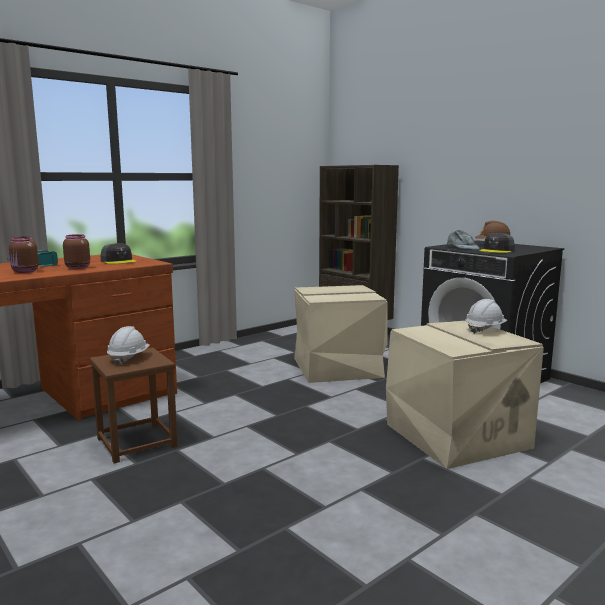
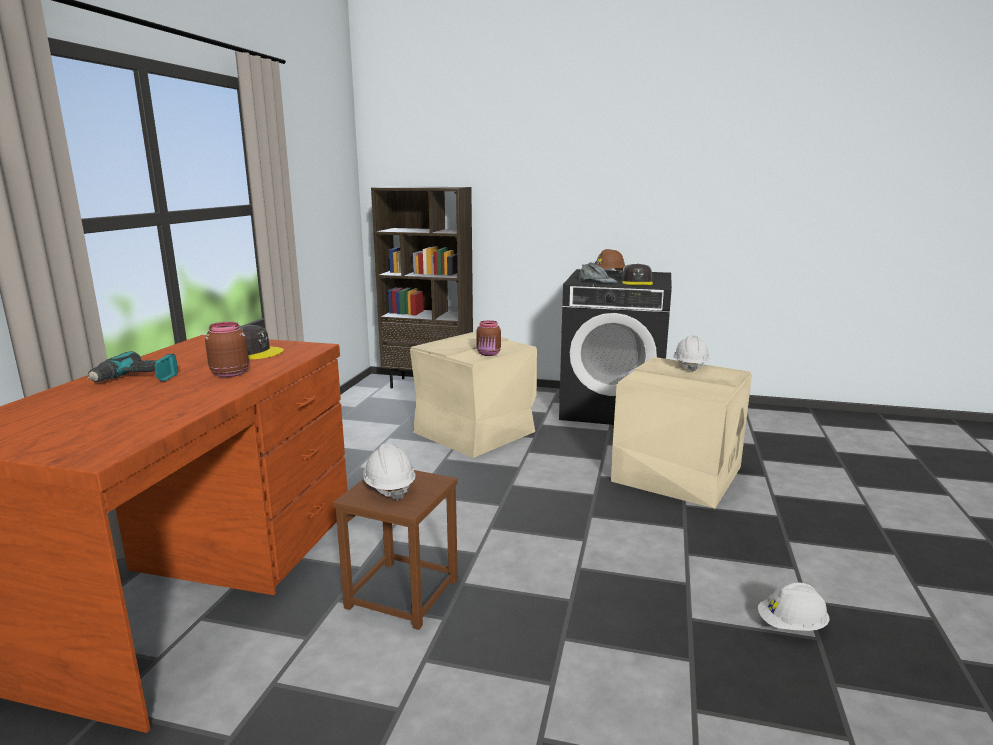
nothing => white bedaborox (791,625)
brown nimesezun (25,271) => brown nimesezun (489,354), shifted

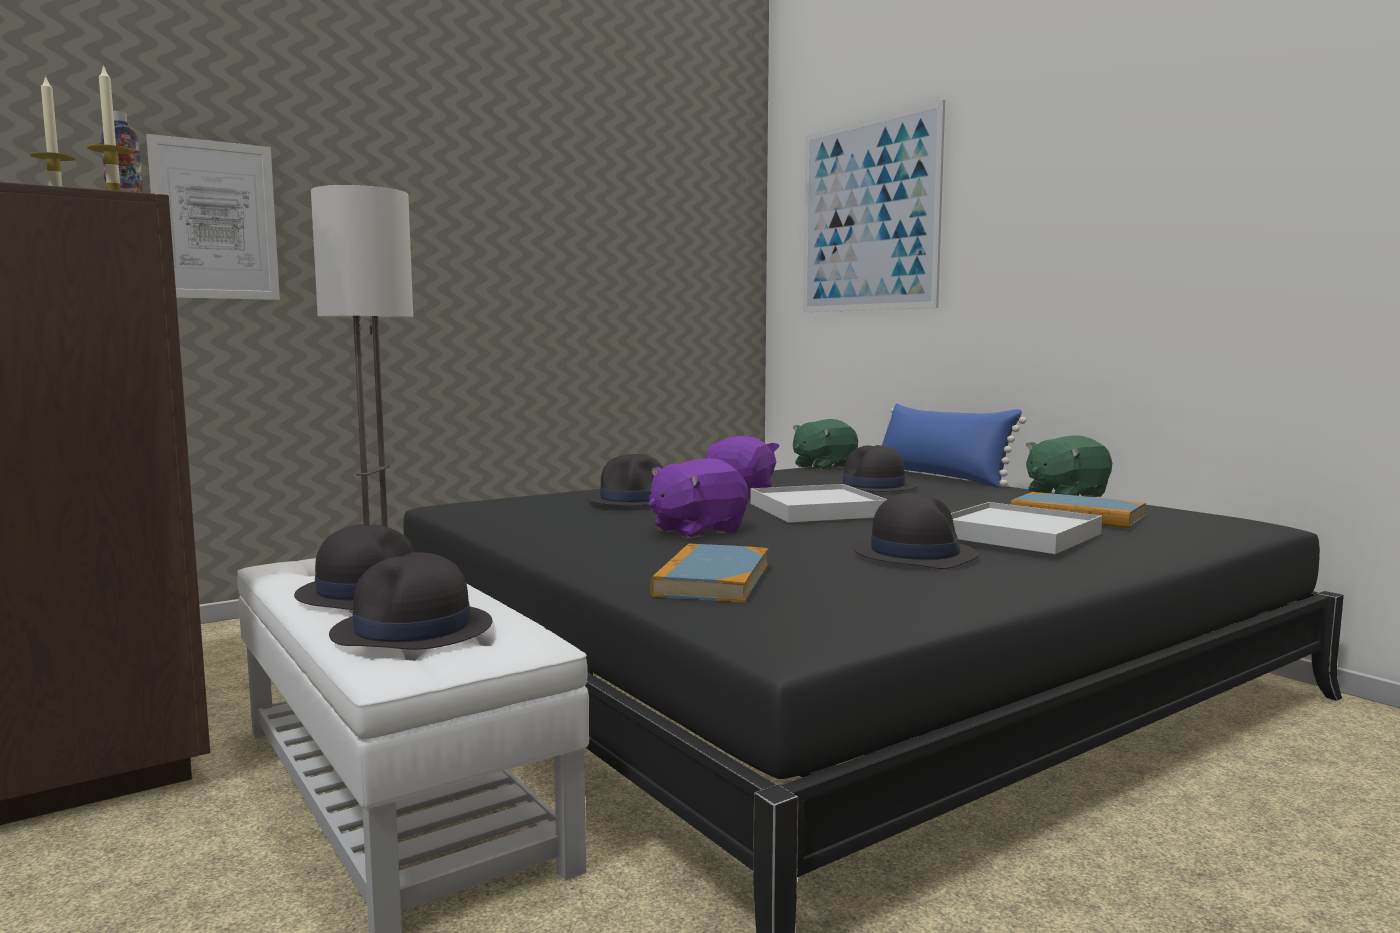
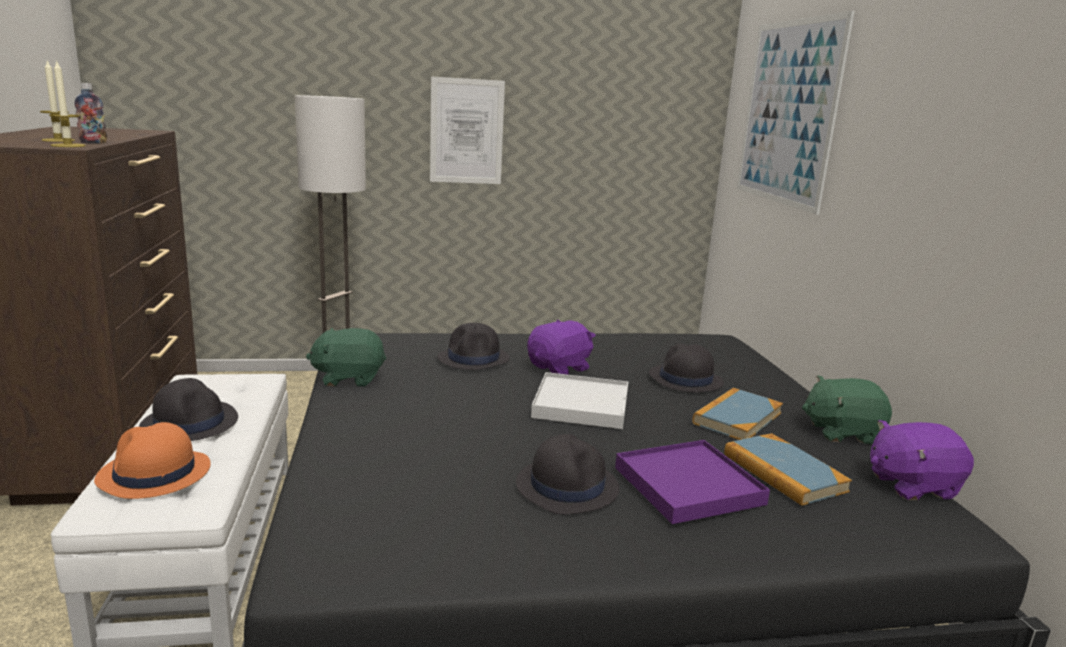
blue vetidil (941,477) => nothing
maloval (215,220) => maloval (466,131), shifted
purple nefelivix (696,530) => purple nefelivix (911,485), shifted
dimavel (712,580) => dimavel (737,418), shifted
green nefelivix (823,467) => green nefelivix (349,378), shifted
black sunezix (413,631) => orange sunezix (154,474)
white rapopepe (1018,535) => purple rapopepe (688,486)

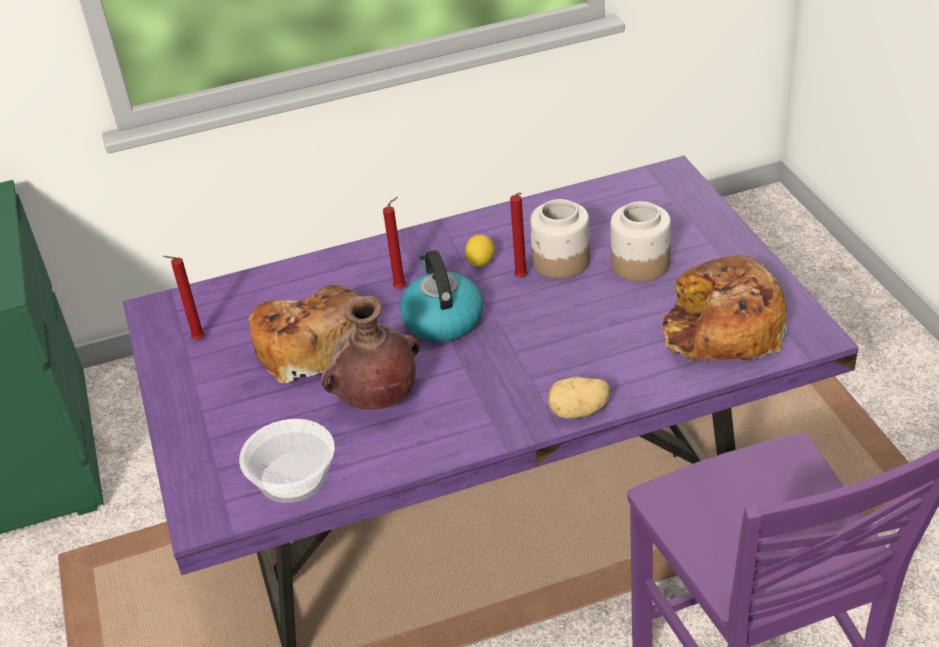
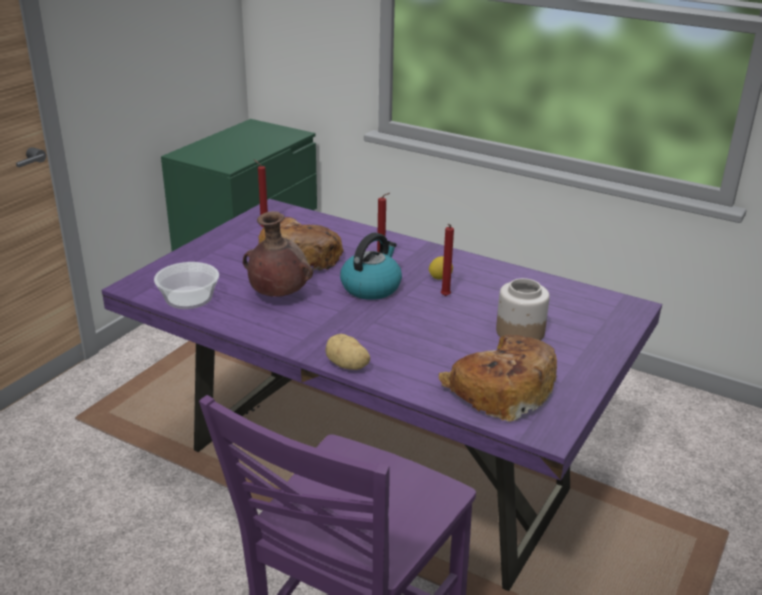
nimesezun (561,262) => nothing

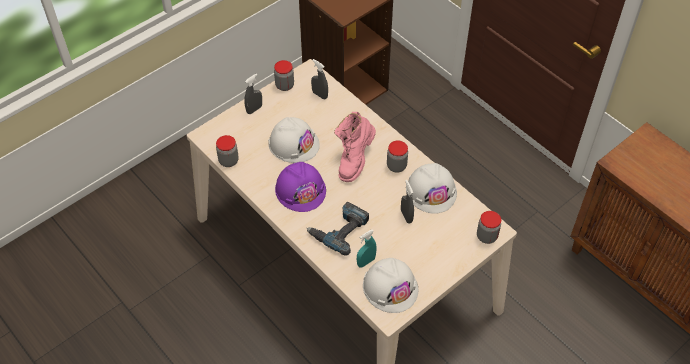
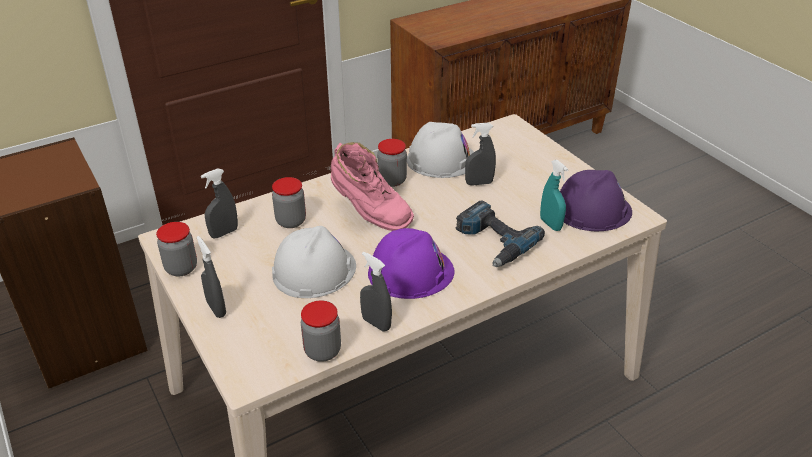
nothing => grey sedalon (376,323)
nimesezun (486,236) => nimesezun (291,221), shifted
white bedaborox (390,287) => purple bedaborox (592,209)

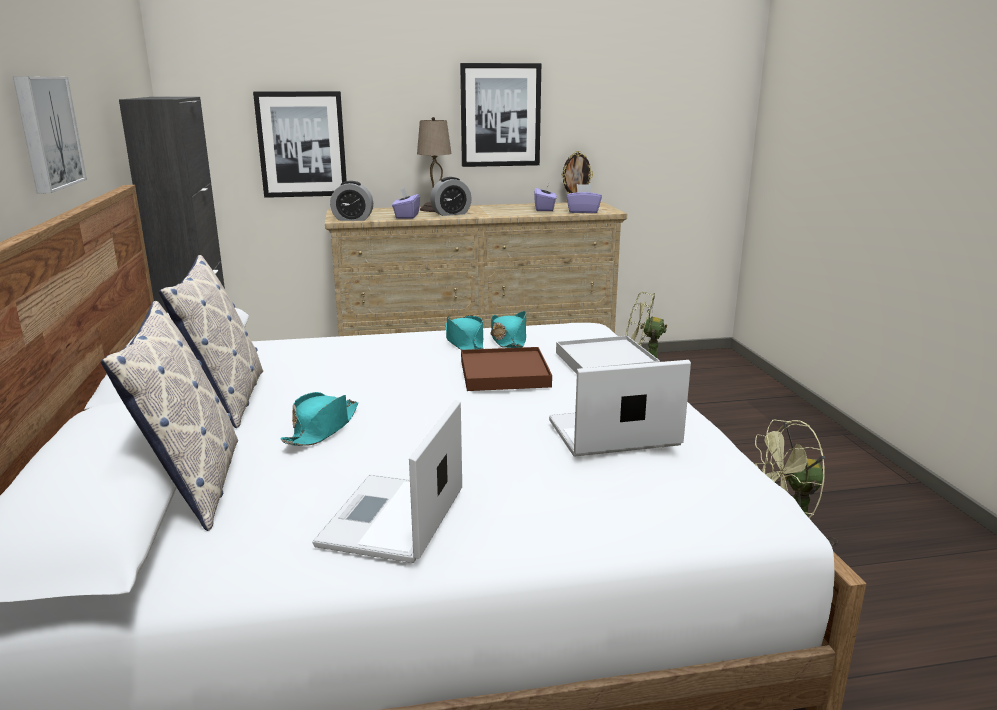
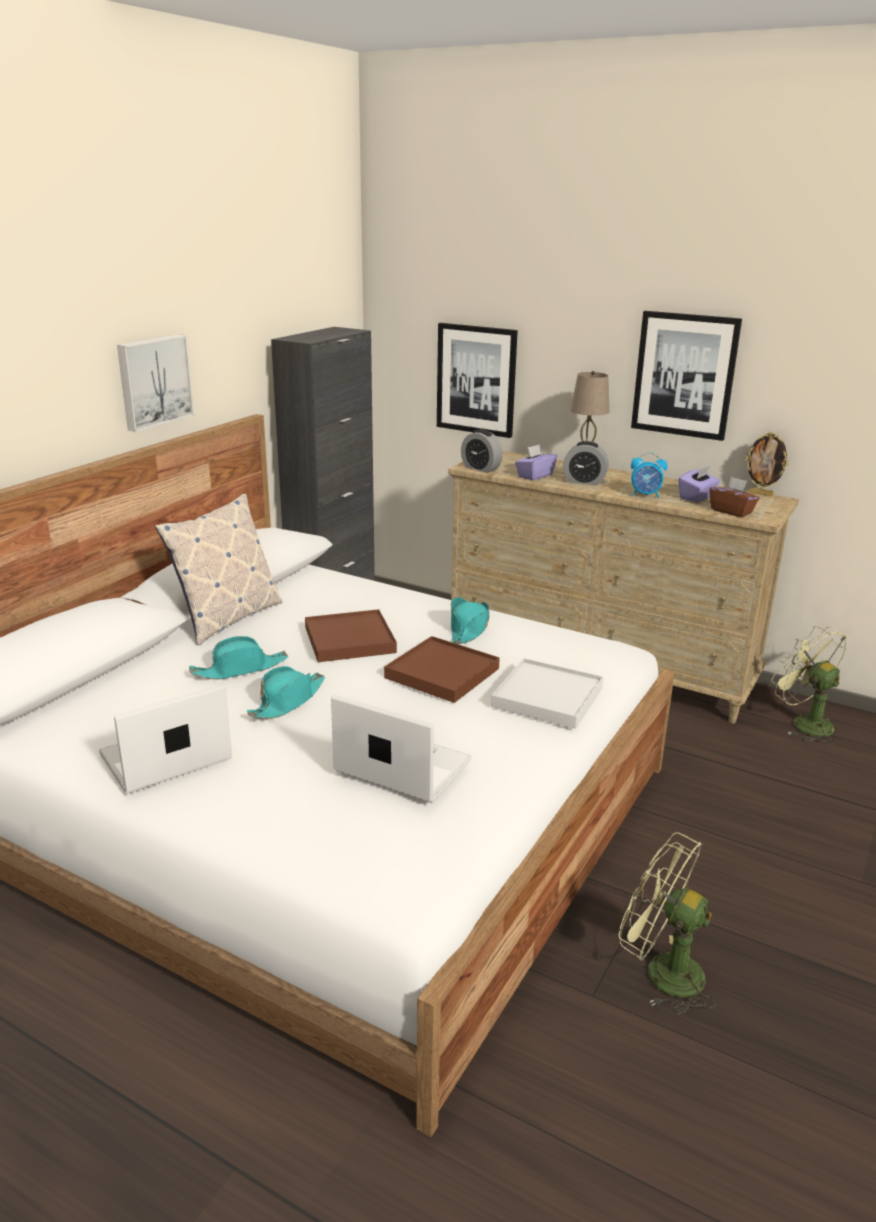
vetidil (193,485) => nothing
nothing => brown rapopepe (349,640)
nothing => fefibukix (645,495)
turquoise sunezix (508,340) => turquoise sunezix (288,701), shifted
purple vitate (583,211) => brown vitate (731,511)

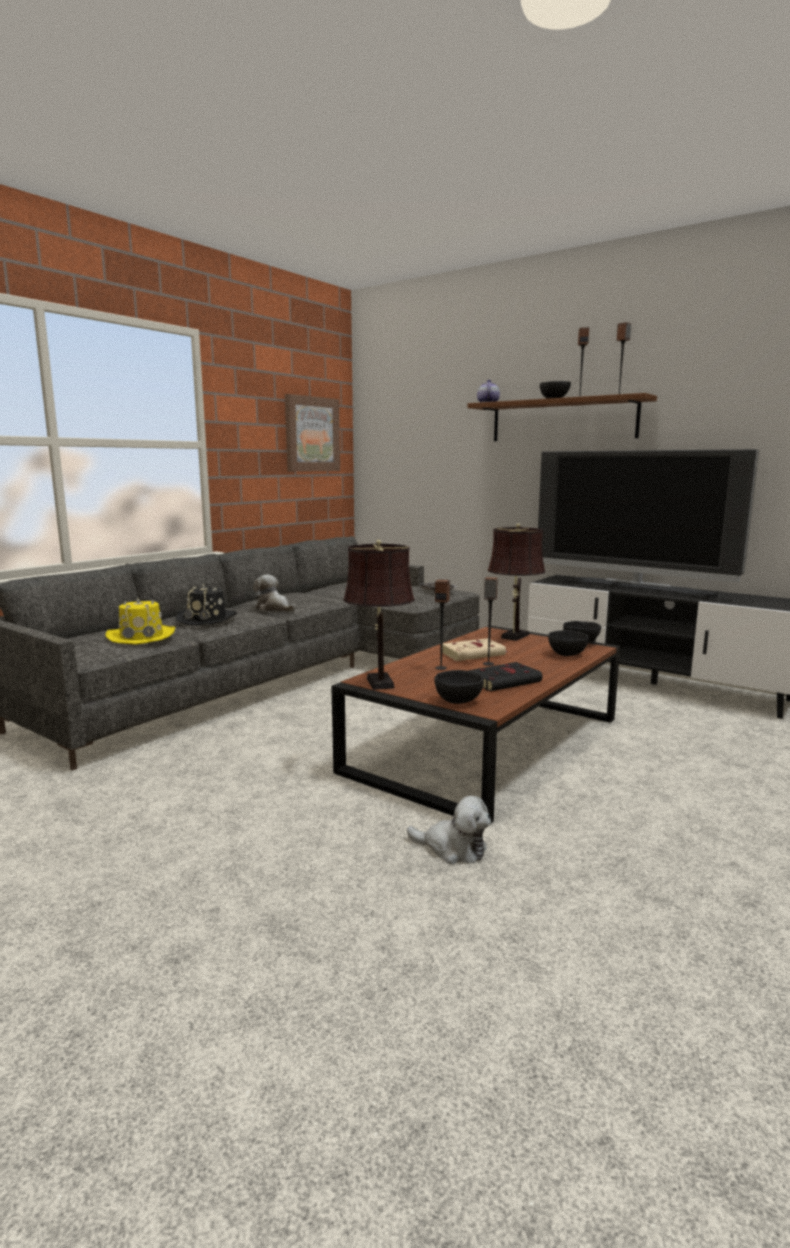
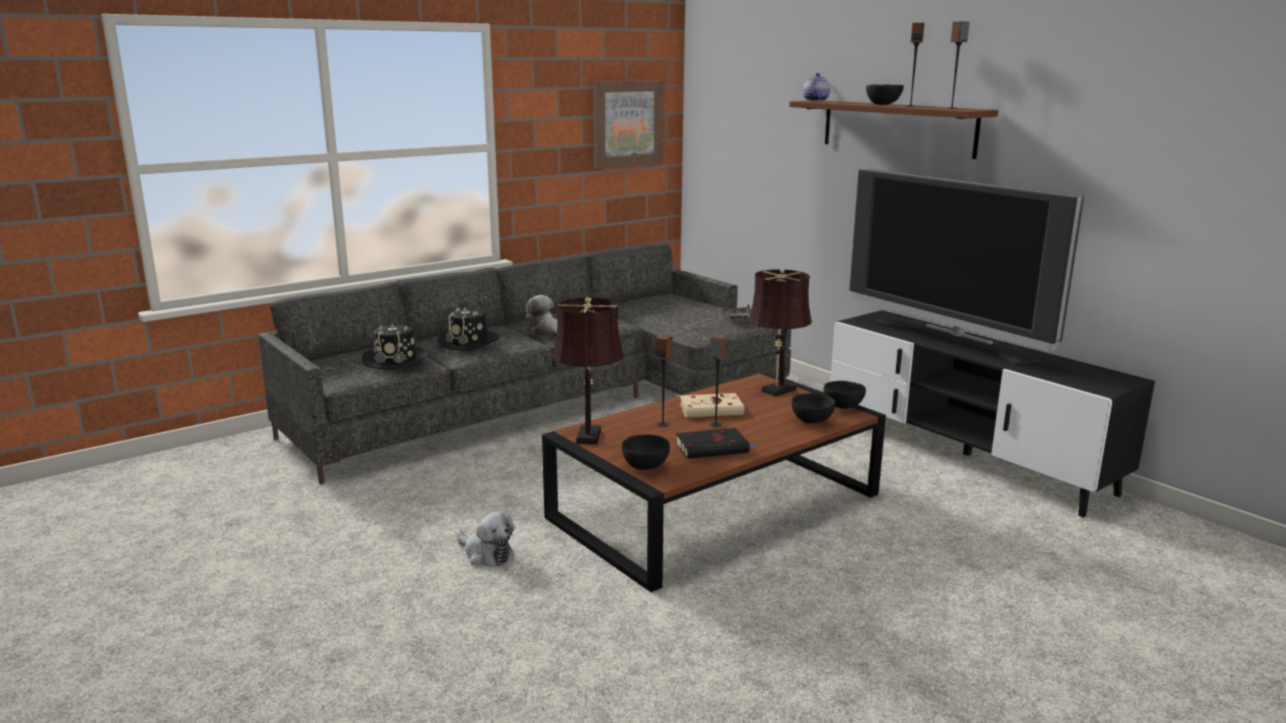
nefelivix (453,848) => nefelivix (486,554), shifted
yellow sunezix (142,636) => black sunezix (396,360)

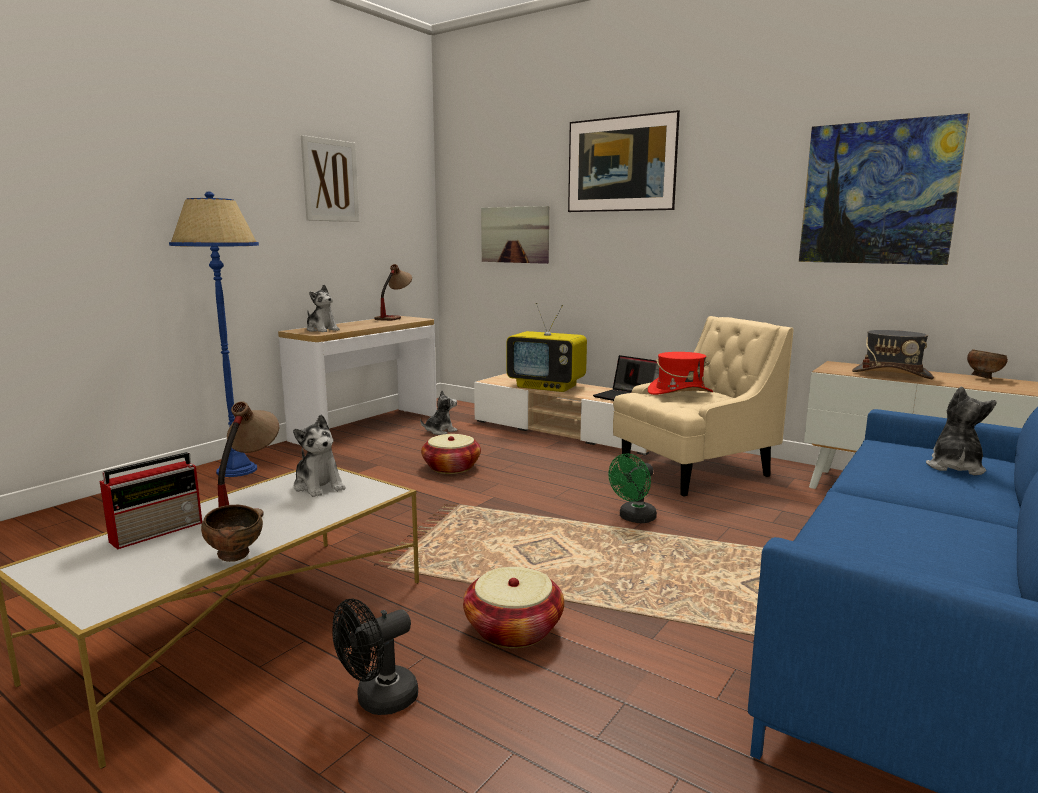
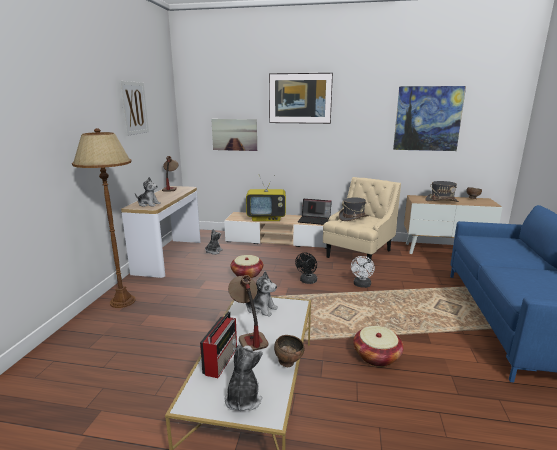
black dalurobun (378,701) => black dalurobun (307,281), shifted
nefelivix (954,467) => nefelivix (243,398), shifted
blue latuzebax (237,470) => brown latuzebax (123,301)
green dalurobun (634,518) => white dalurobun (361,285)
red sunezix (679,392) => grey sunezix (353,218)

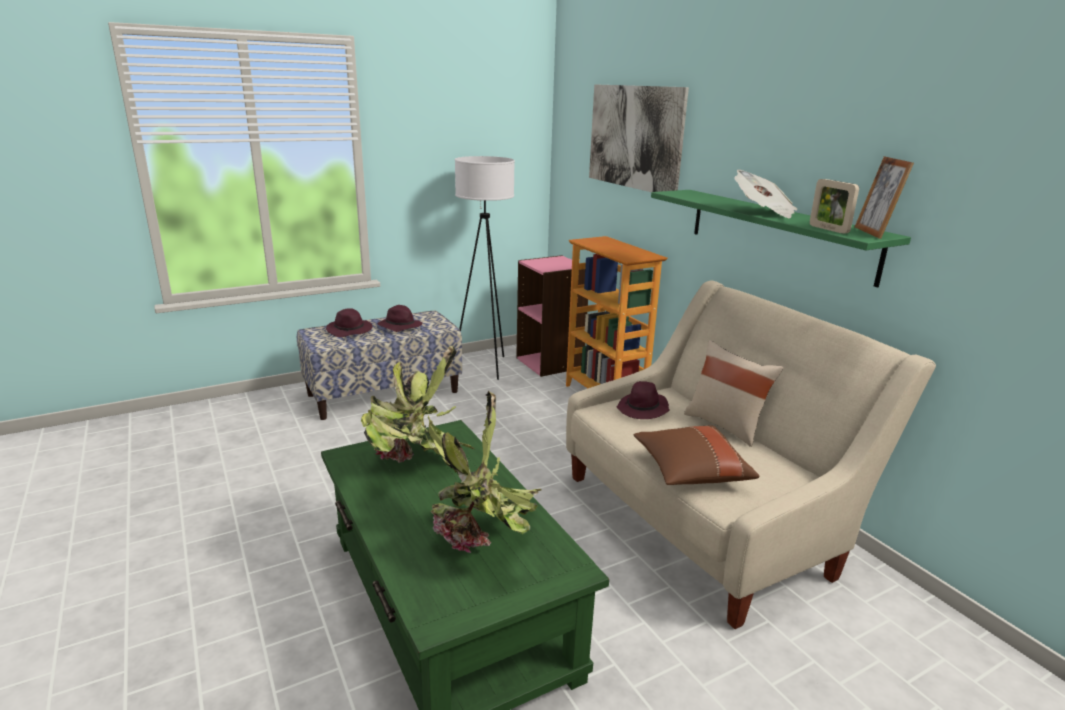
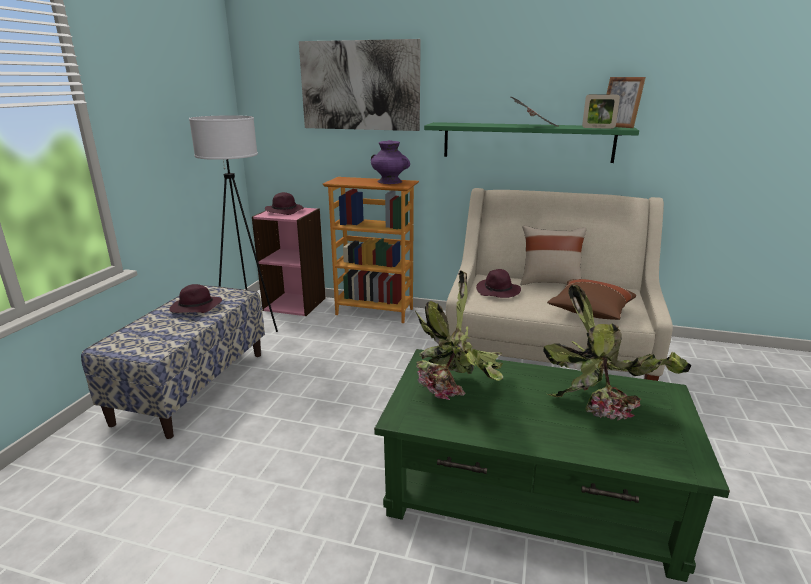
nothing => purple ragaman (390,181)
purple sunezix (350,330) => purple sunezix (285,211), shifted

